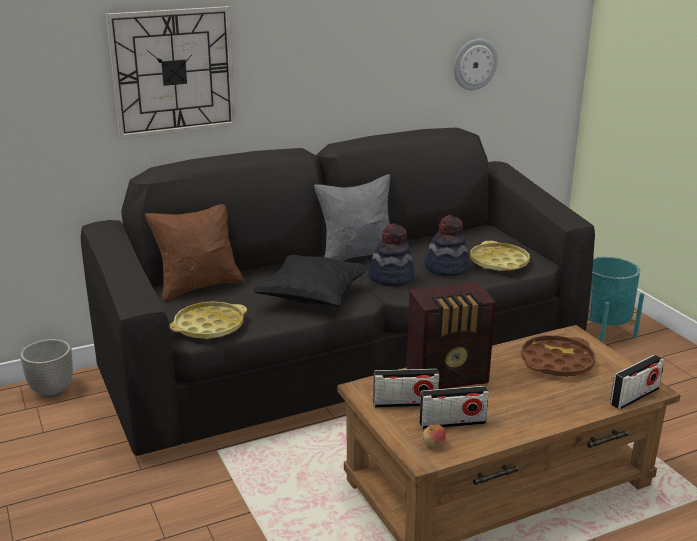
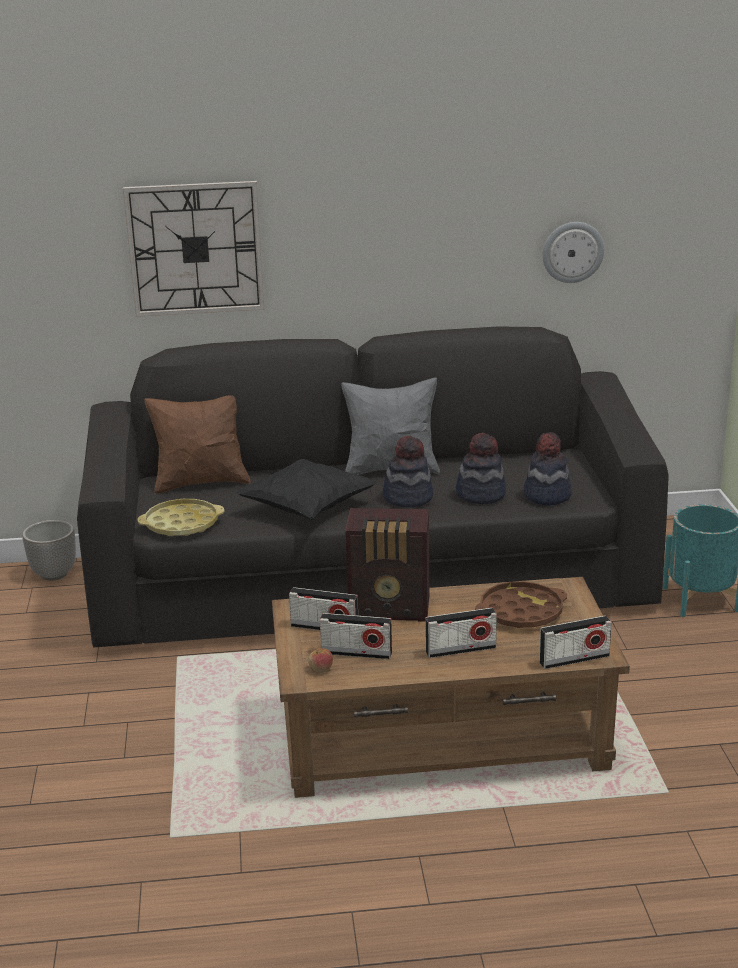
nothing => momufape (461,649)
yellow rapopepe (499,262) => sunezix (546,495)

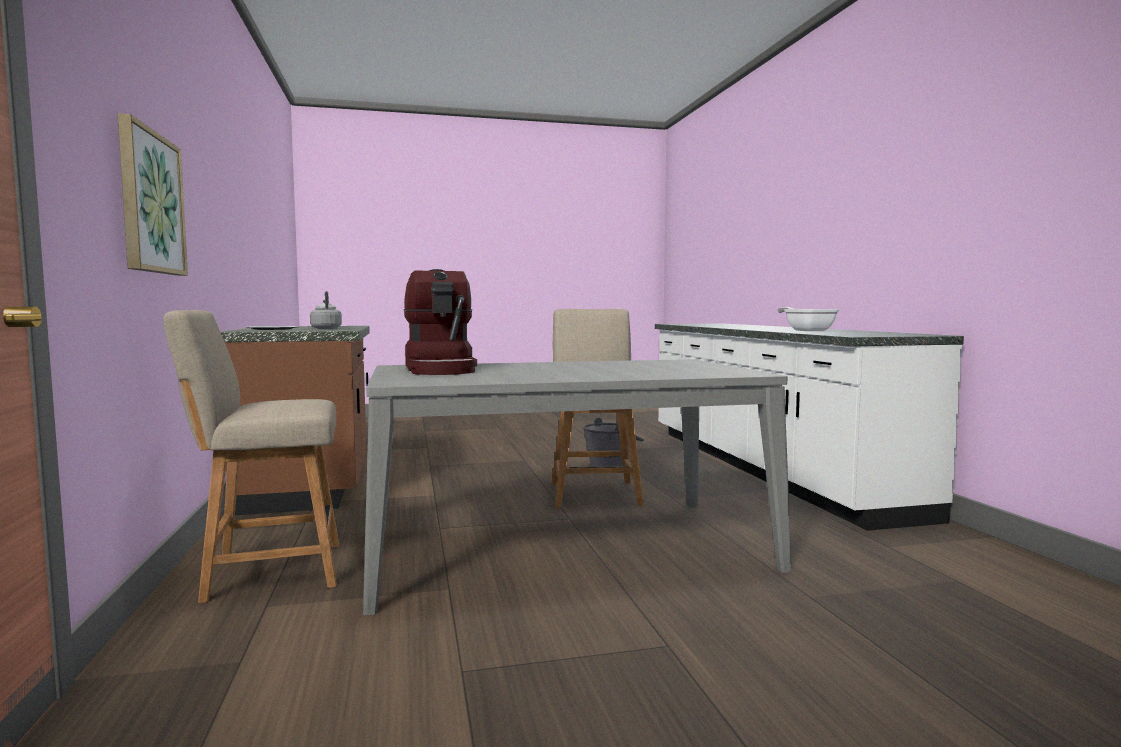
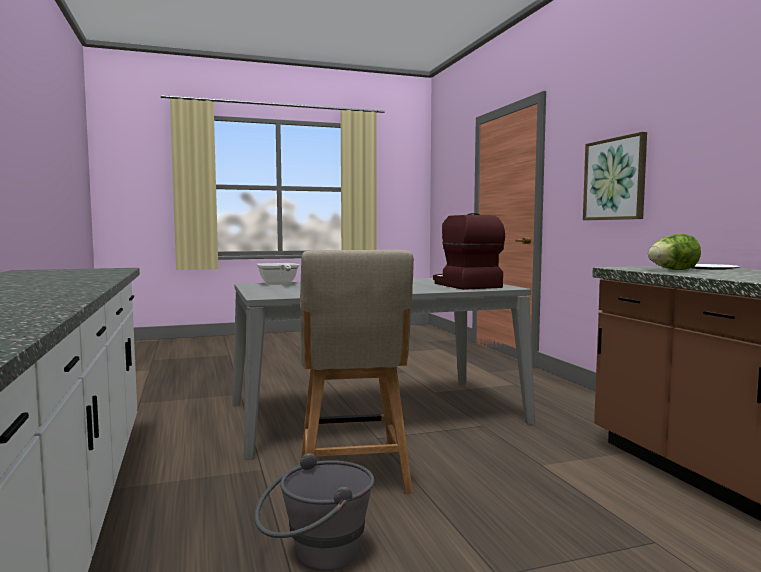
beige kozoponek (267,571) => nothing
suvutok (807,330) => suvutok (278,284), shifted
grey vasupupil (326,328) => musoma (672,270)

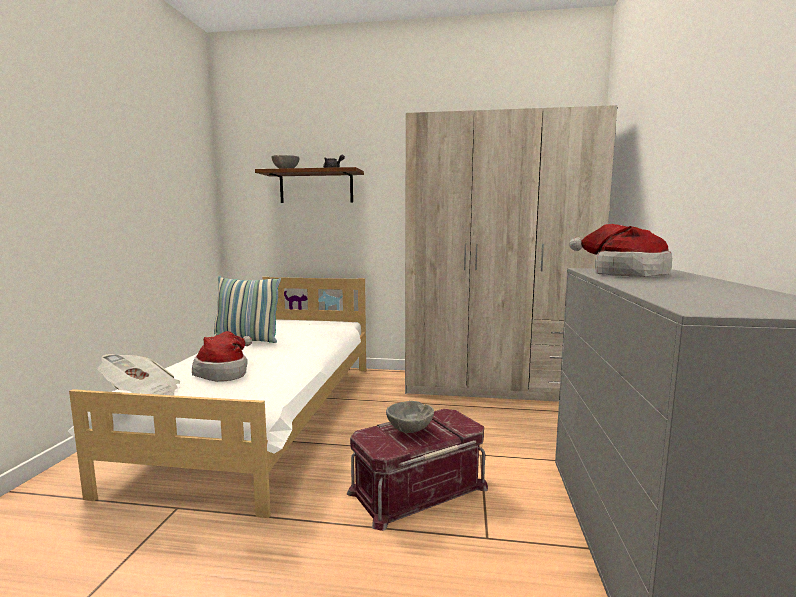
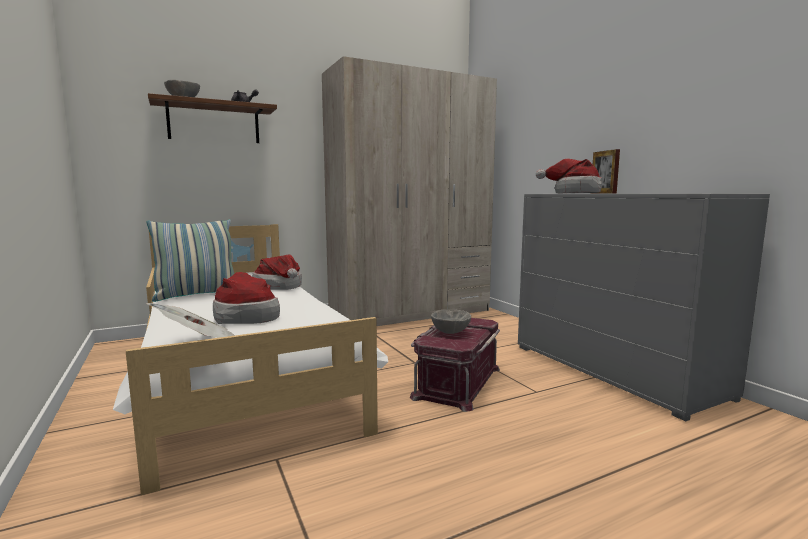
nothing => sunezix (279,287)
nothing => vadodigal (603,193)

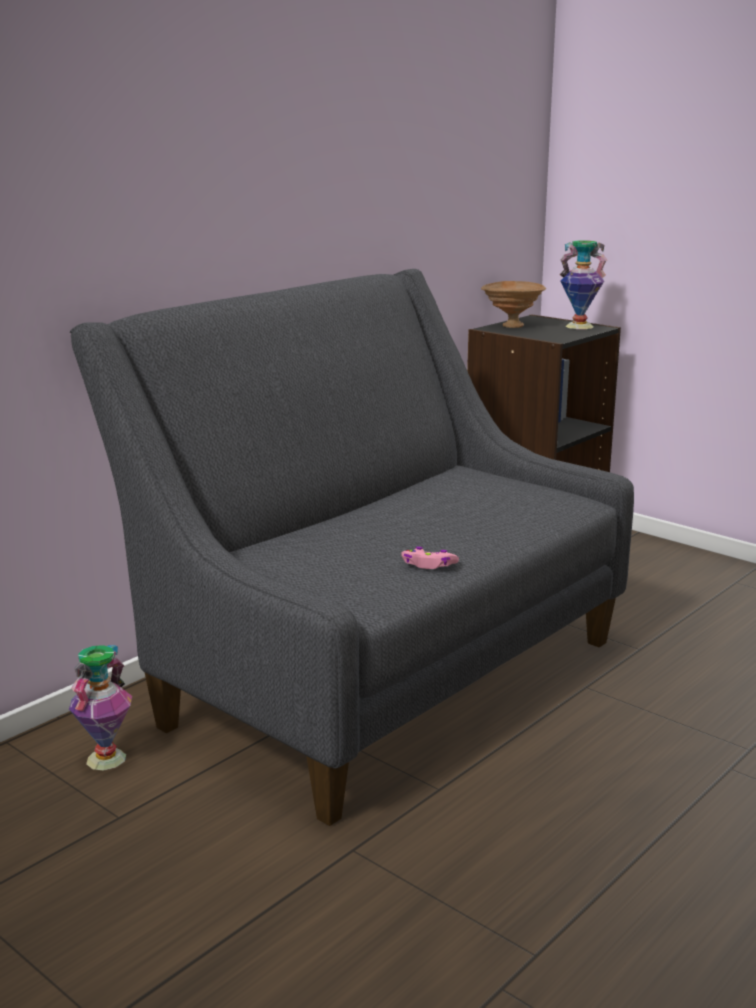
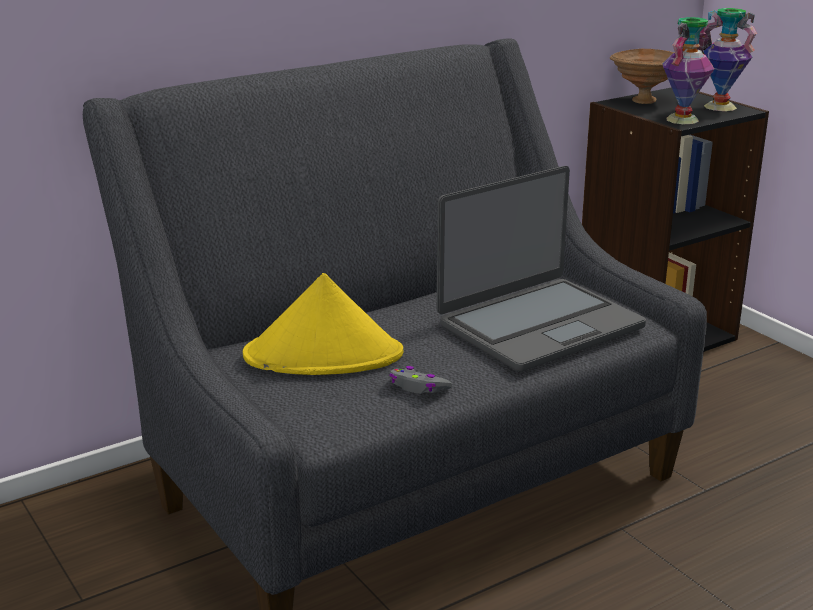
nothing => yellow sunezix (324,355)
nothing => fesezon (539,325)
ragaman (105,758) => ragaman (682,119), shifted
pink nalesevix (428,565) => grey nalesevix (418,387)

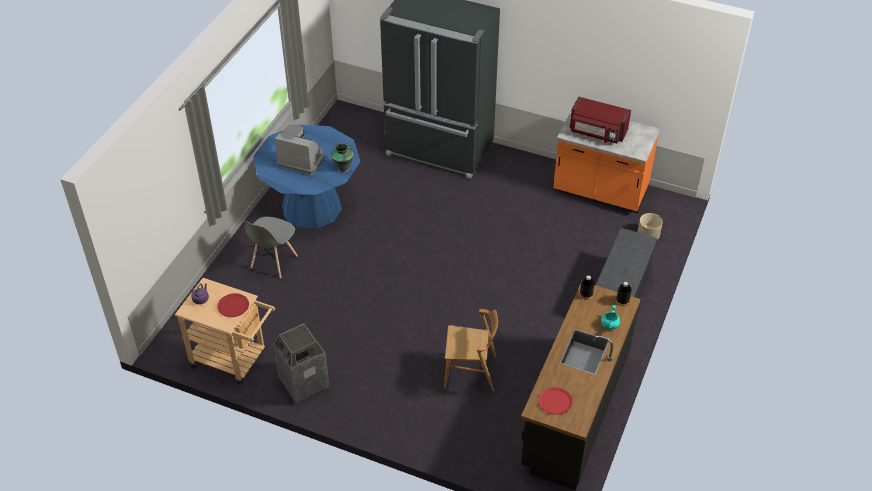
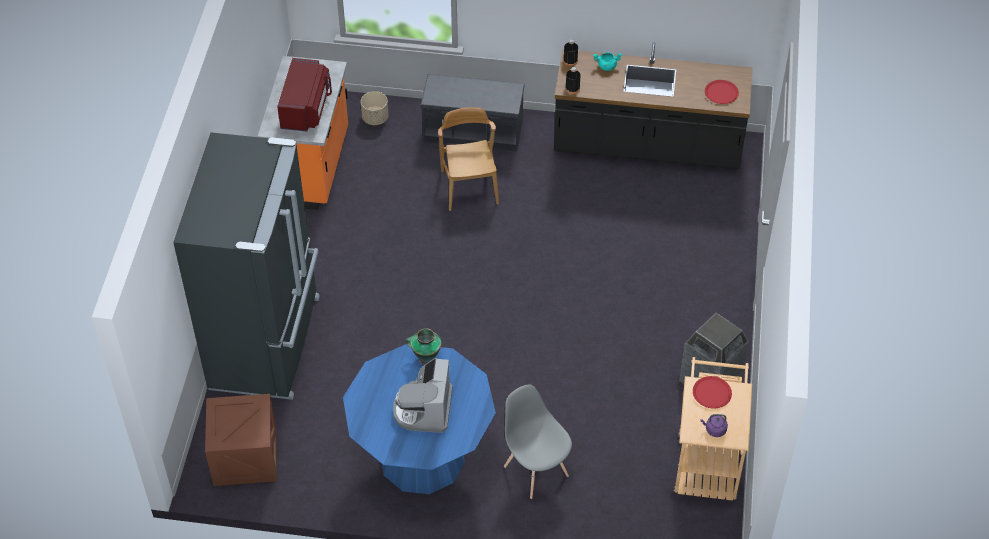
nothing => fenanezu (245,457)
brown kozoponek (470,371) => brown kozoponek (469,187), shifted
grey kozoponek (274,262) => grey kozoponek (535,470), 135 degrees counterclockwise

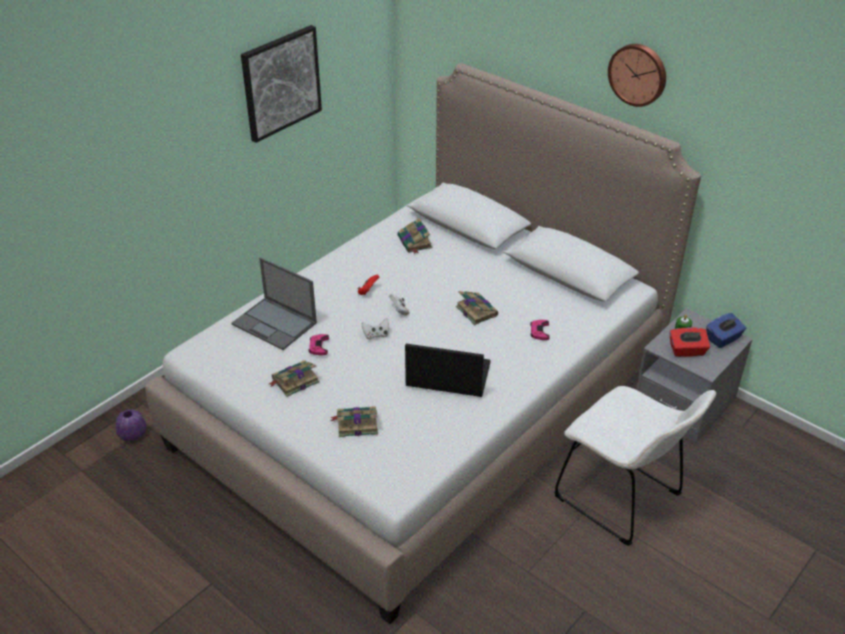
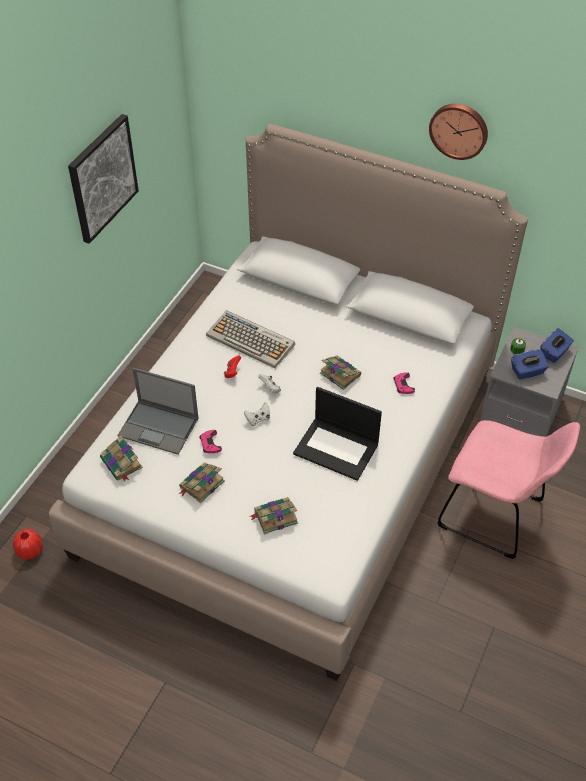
nothing => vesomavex (251,340)
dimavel (415,242) => dimavel (122,463), shifted
purple ragaman (133,434) => red ragaman (30,550)
white kozoponek (623,499) => pink kozoponek (496,516)
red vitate (687,351) => blue vitate (527,372)
fesezon (447,375) => fesezon (337,448), 150 degrees counterclockwise

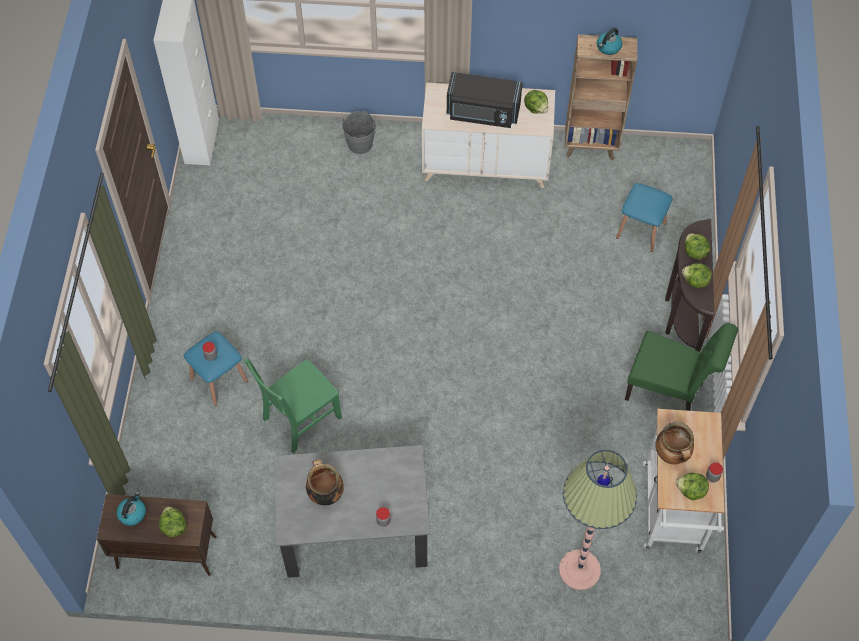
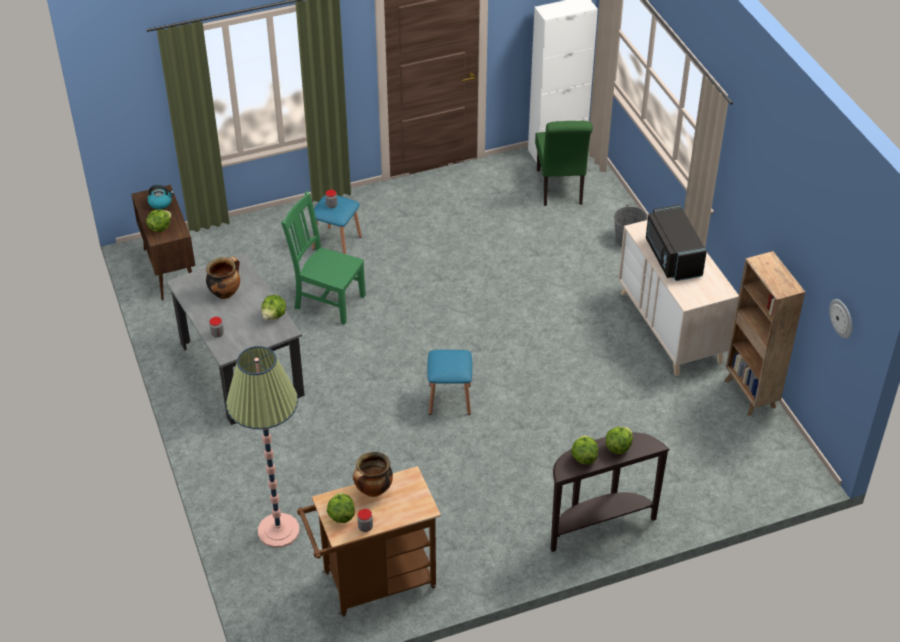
vasupupil (608,47) => nothing
nothing => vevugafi (842,318)
musoma (536,108) => musoma (274,316), shifted
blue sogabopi (641,230) => blue sogabopi (449,399), shifted
green kozoponek (669,392) => green kozoponek (560,189), shifted
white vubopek (672,514) => brown vubopek (372,583)

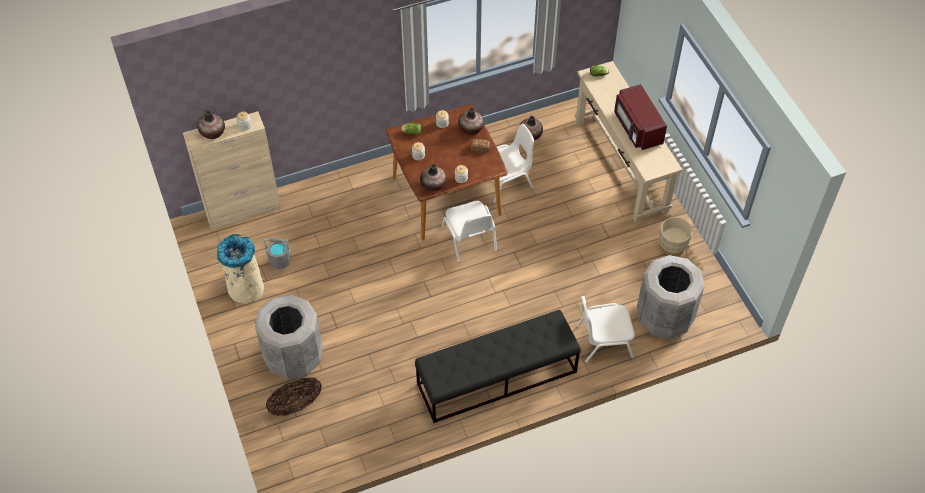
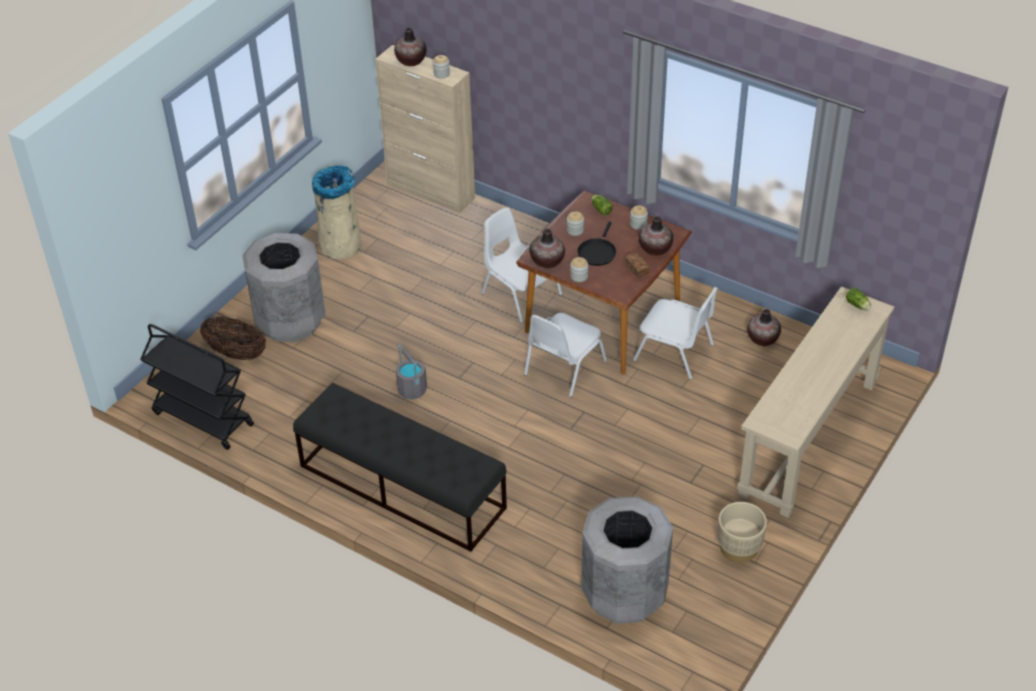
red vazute (637,128) => nothing
nothing => black vubopek (202,419)
nothing => black suvutok (597,252)
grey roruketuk (280,261) => grey roruketuk (411,389), shifted
white kozoponek (603,341) => white kozoponek (520,293), shifted

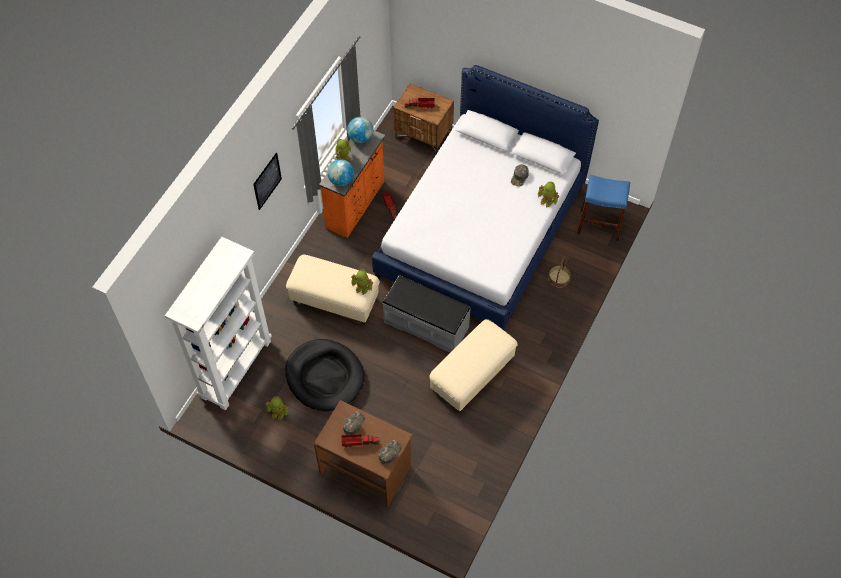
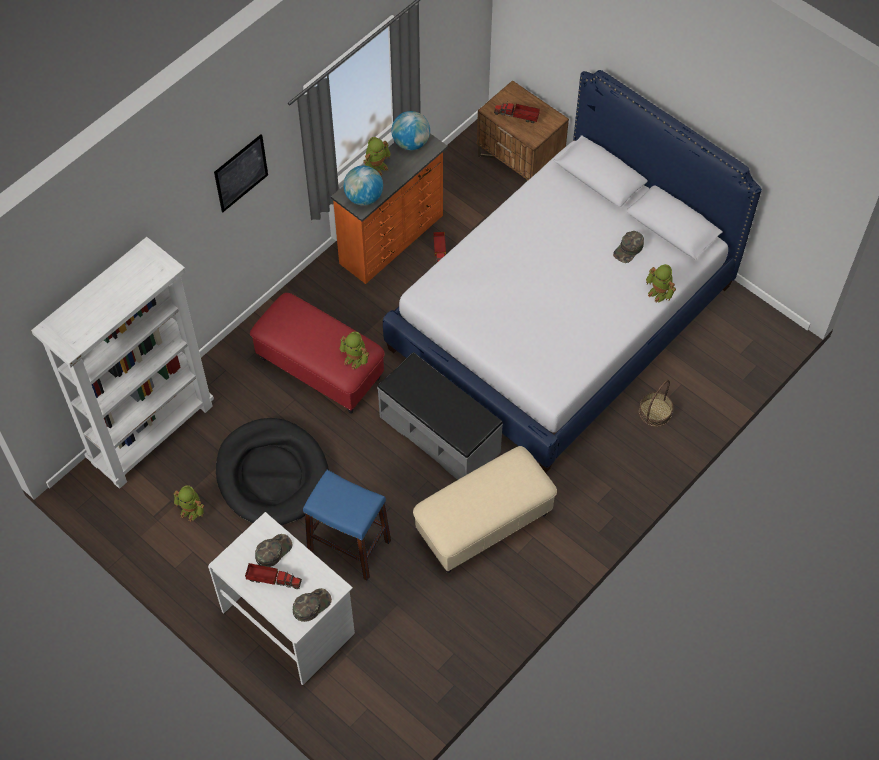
blue sogabopi (599,225) => blue sogabopi (349,546), shifted
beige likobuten (335,299) => red likobuten (321,368)
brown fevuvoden (366,469) => white fevuvoden (289,621)

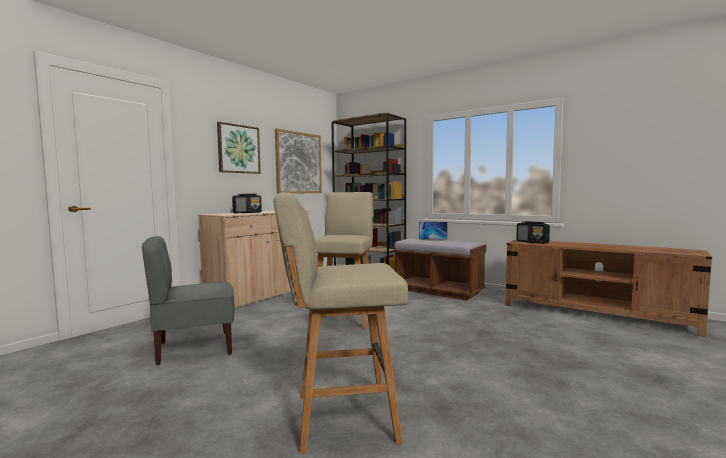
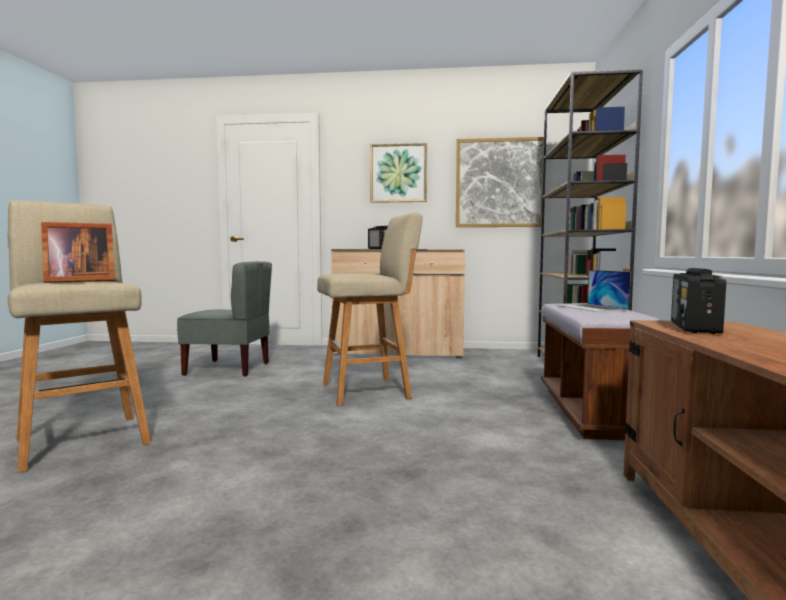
nothing => vadodigal (77,281)
grey kozoponek (194,348) => grey kozoponek (228,369), 150 degrees clockwise

